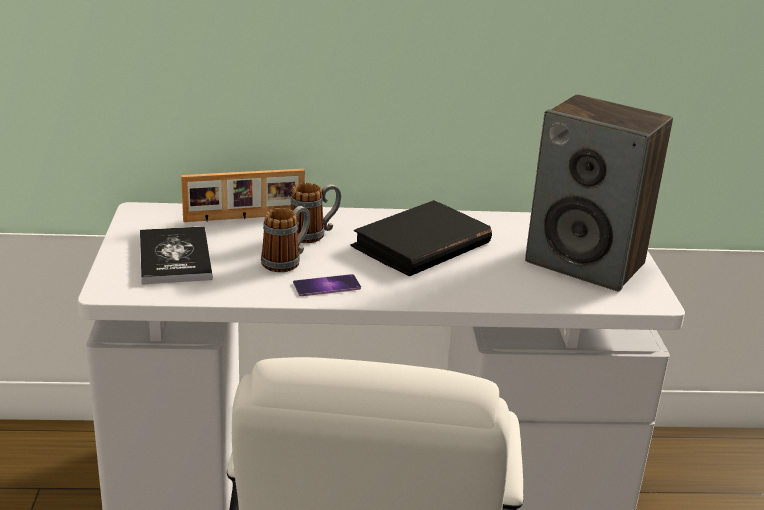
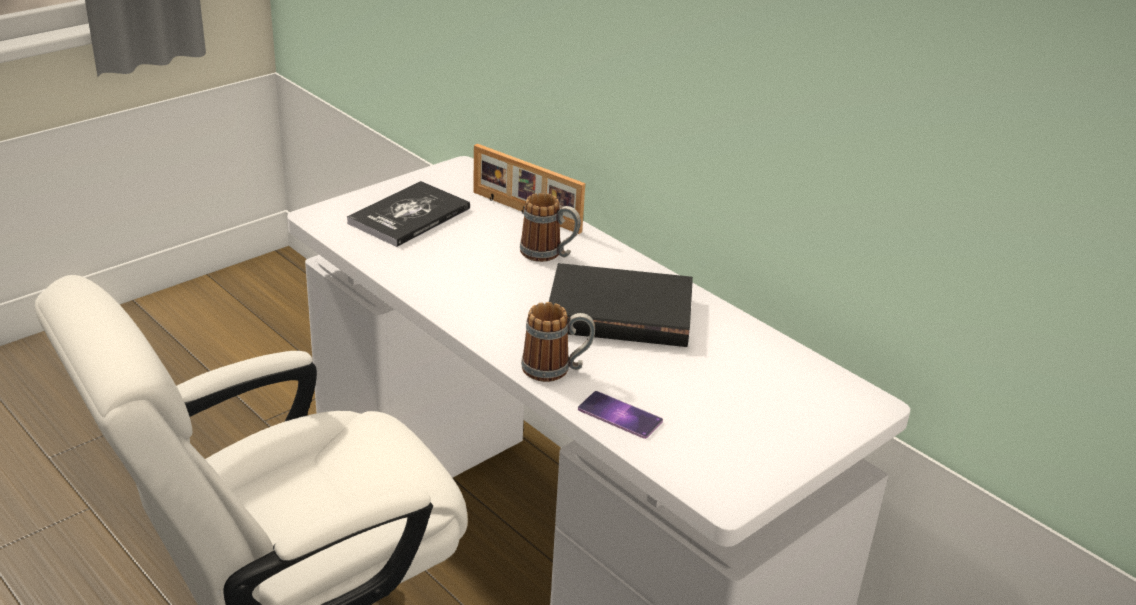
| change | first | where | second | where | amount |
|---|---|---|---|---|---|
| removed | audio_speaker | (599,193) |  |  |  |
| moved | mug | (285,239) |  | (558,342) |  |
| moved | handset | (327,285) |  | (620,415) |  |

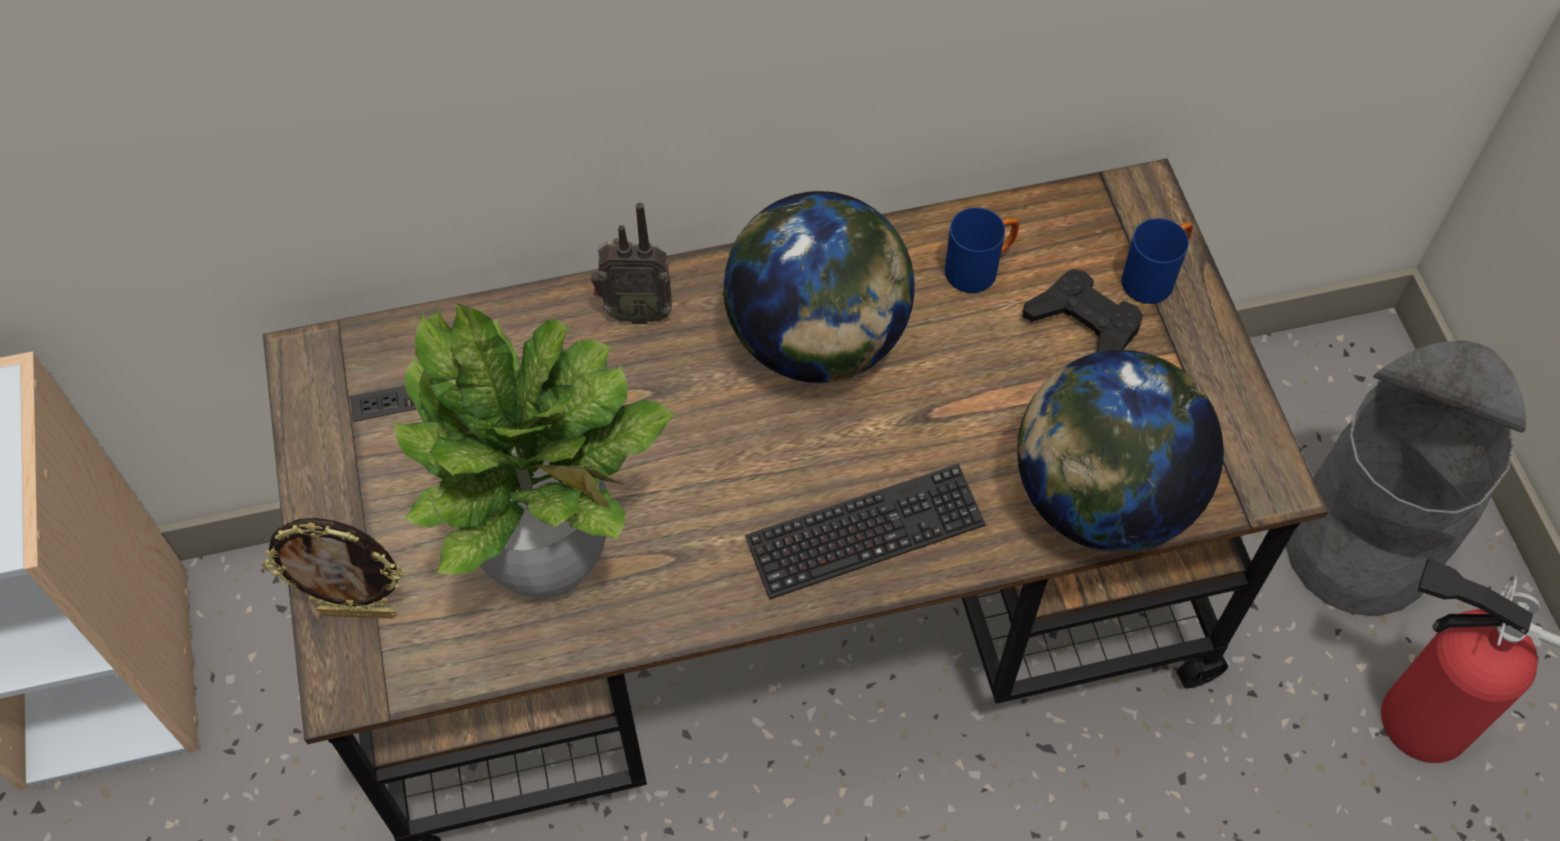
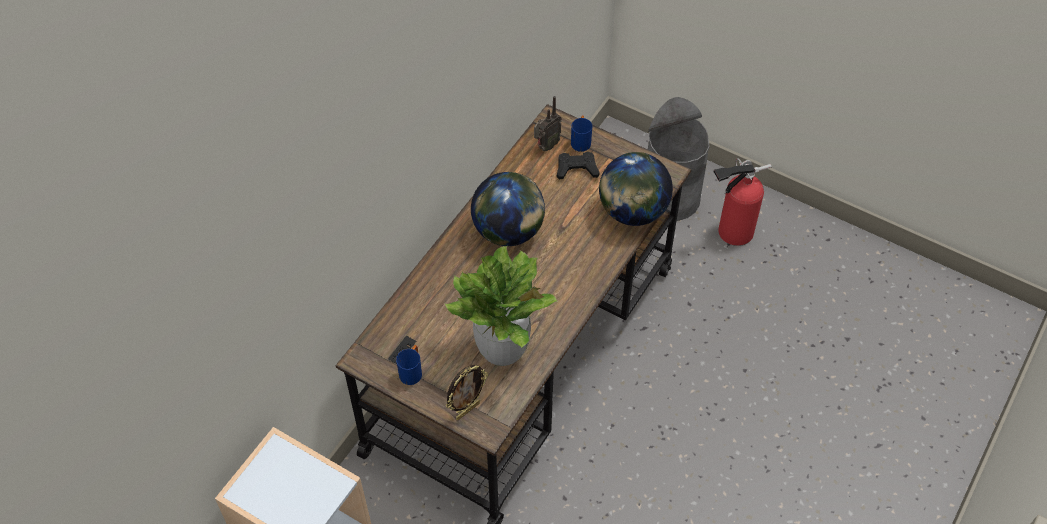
| change | first | where | second | where | amount |
|---|---|---|---|---|---|
| removed | computer_keyboard | (865,531) |  |  |  |
| moved | radio_receiver | (632,263) |  | (548,123) |  |
| moved | blue-coloured_mug | (982,250) |  | (409,365) |  |

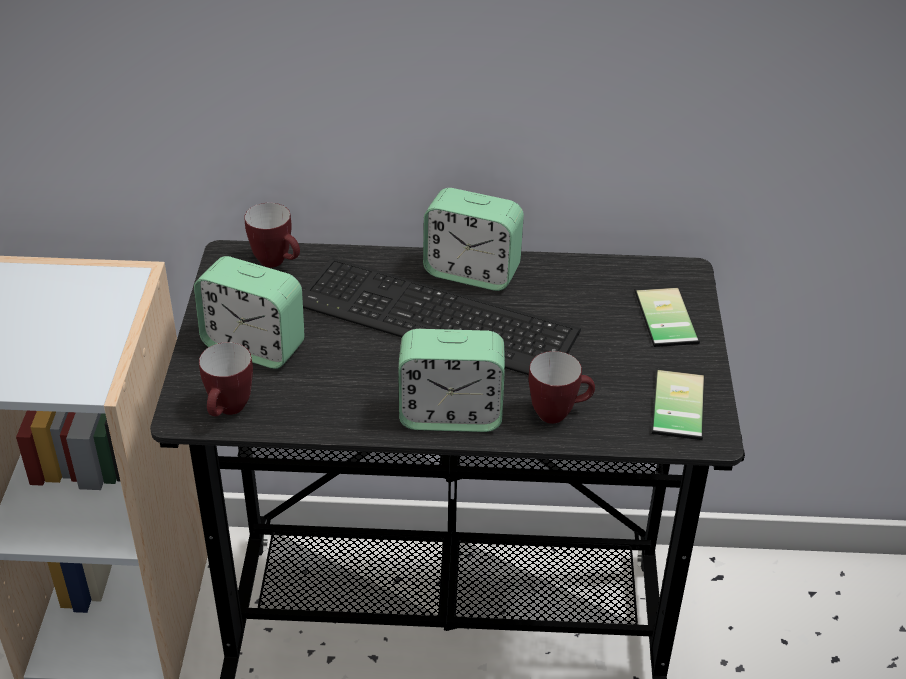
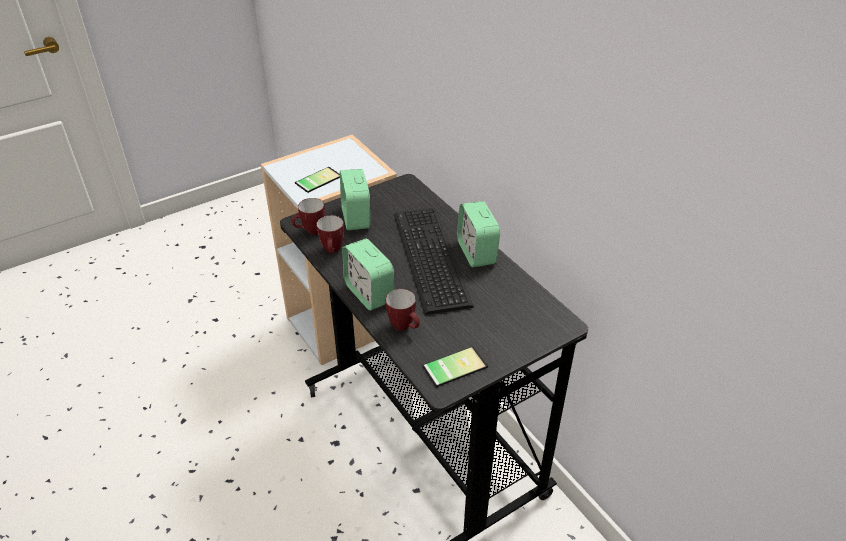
| change | first | where | second | where | amount |
|---|---|---|---|---|---|
| moved | mug | (272,235) |  | (330,234) |  |
| moved | handset | (667,316) |  | (317,180) |  |

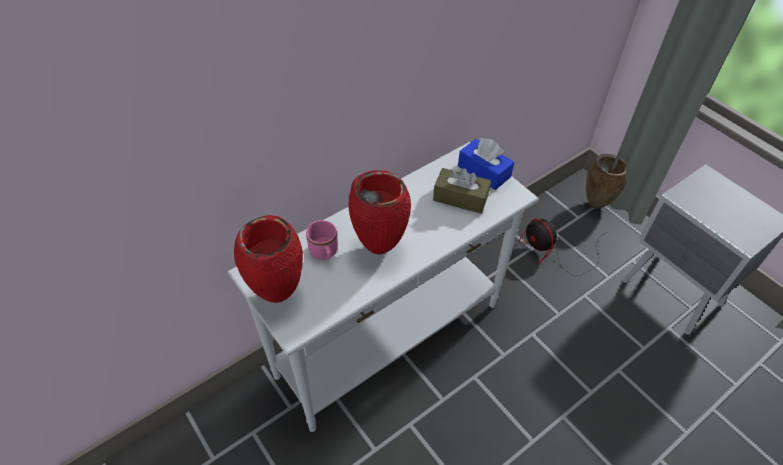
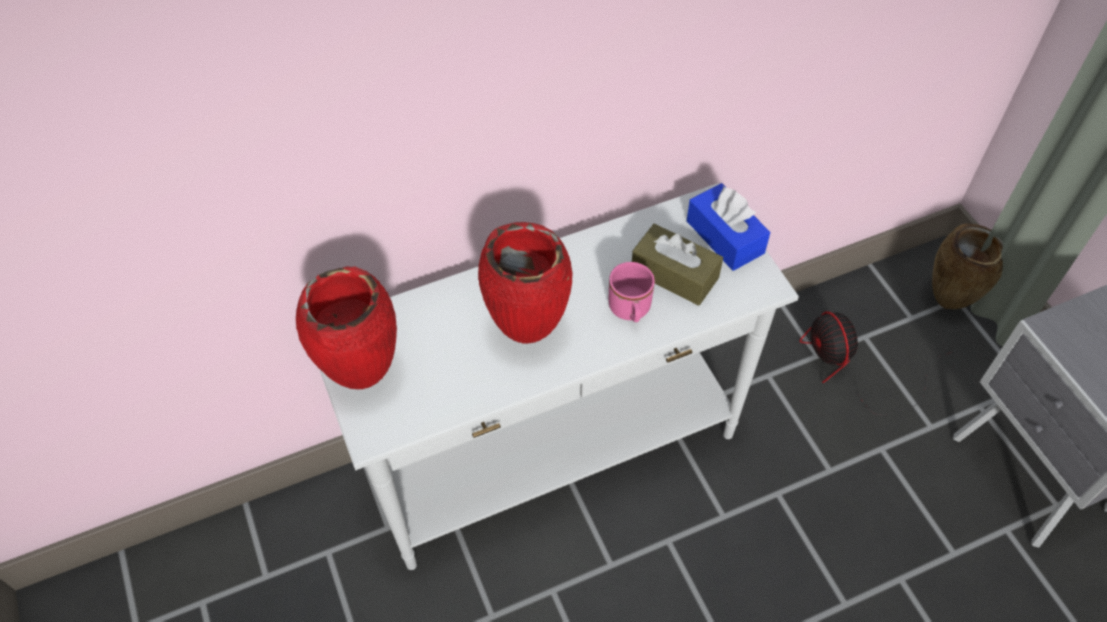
| change | first | where | second | where | amount |
|---|---|---|---|---|---|
| moved | pinkish_mug | (322,240) |  | (632,292) |  |

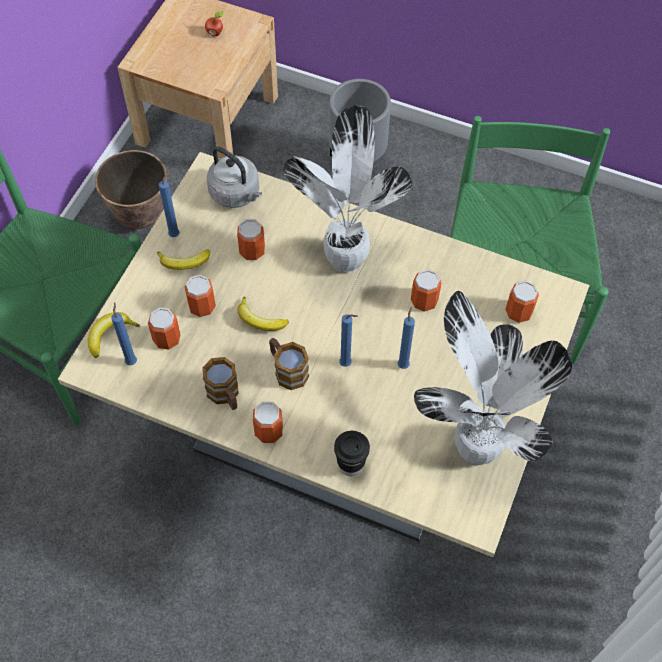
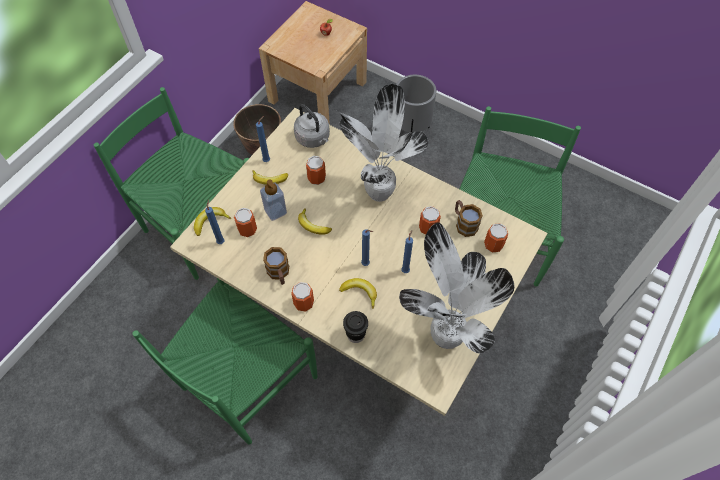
| change | first | where | second | where | amount |
|---|---|---|---|---|---|
| added |  |  | green_upright_chair | (225,361) |  |
| added |  |  | banana_fruit | (358,293) |  |
| moved | mug | (289,364) |  | (469,218) |  |
| replaced | sealed_can | (200,296) | soap_dispenser | (273,200) |  |

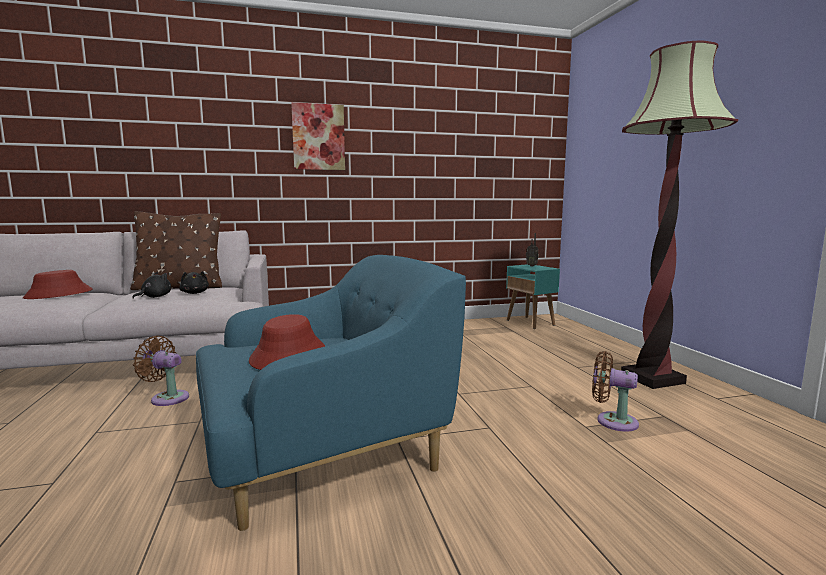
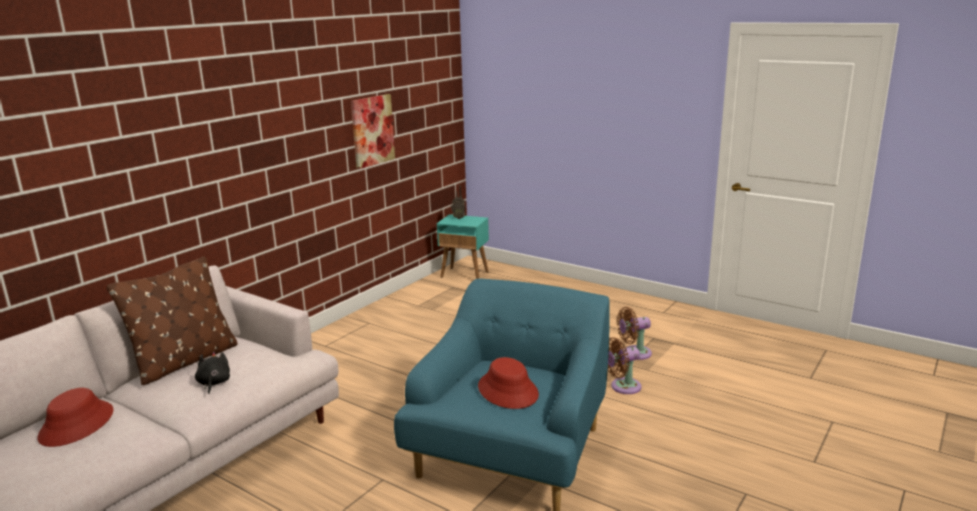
| change | first | where | second | where | amount |
|---|---|---|---|---|---|
| removed | black_soft_toy | (194,282) |  |  |  |
| removed | floor_lamp | (679,215) |  |  |  |
| moved | brownish_electric_fan | (161,371) |  | (624,365) |  |
| moved | picture | (318,136) |  | (373,131) |  |

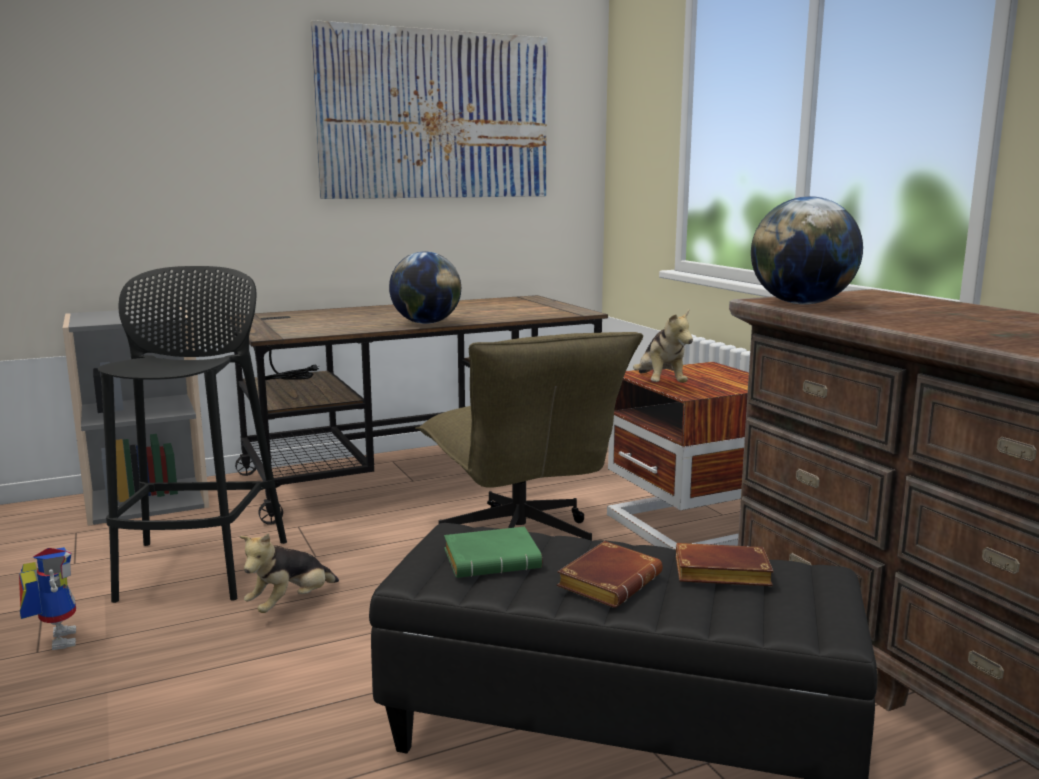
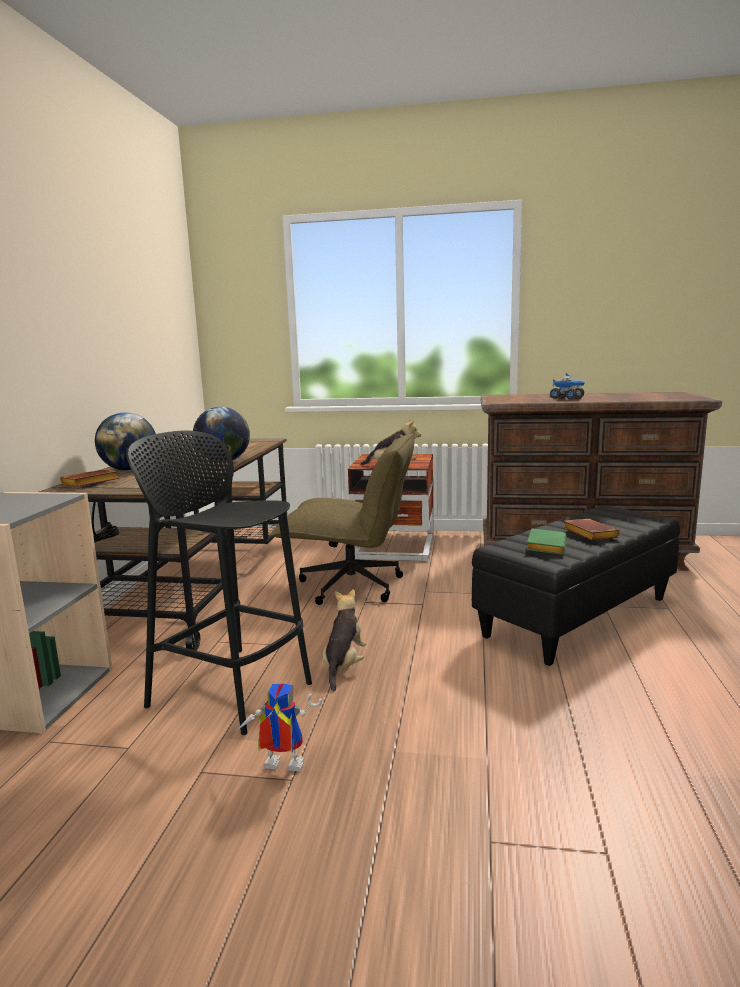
| change | first | where | second | where | amount |
|---|---|---|---|---|---|
| removed | picture | (429,109) |  |  |  |
| added |  |  | toy_truck | (567,386) |  |
| moved | brownish_book | (725,564) |  | (89,478) |  |
| moved | world_globe | (807,250) |  | (125,441) |  |
| turned | soft_toy | (289,573) |  | (344,640) | 150 degrees counterclockwise |

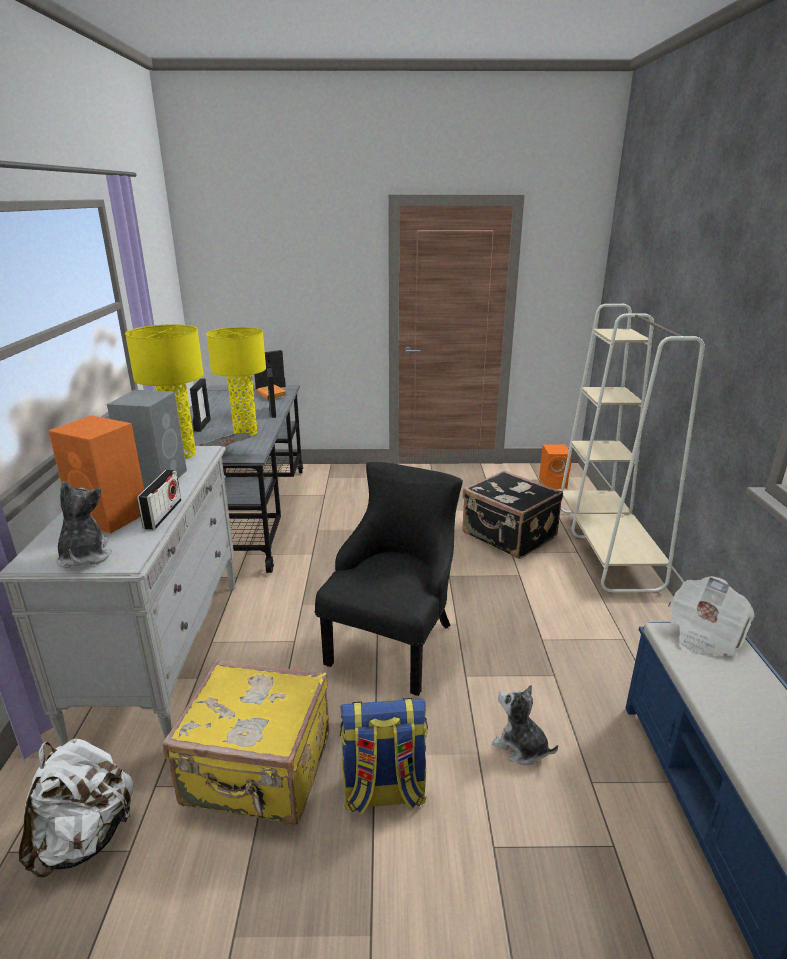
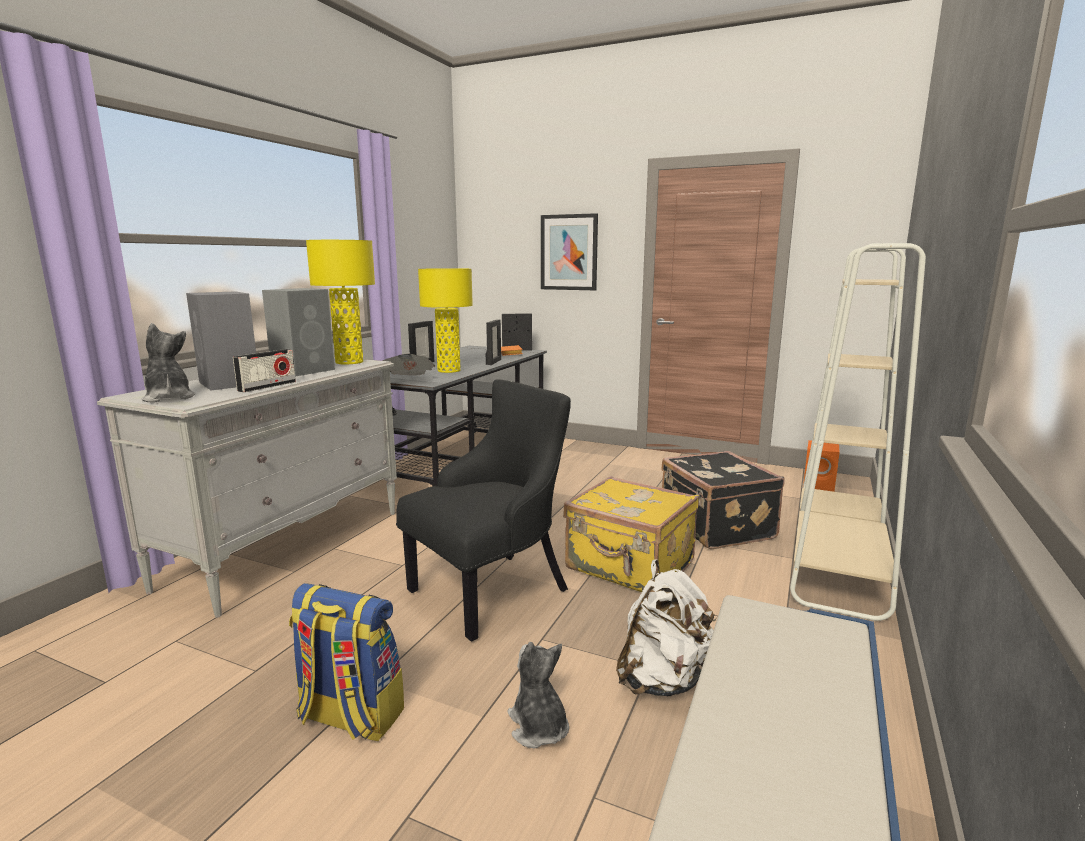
| change | first | where | second | where | amount |
|---|---|---|---|---|---|
| removed | daily_paper | (711,616) |  |  |  |
| added |  |  | picture | (569,251) |  |
| moved | whitish_knapsack | (76,808) |  | (667,627) |  |
| moved | yellow-coloured_suitcase | (246,742) |  | (631,534) |  |
| recoloured | orange_audio_speaker | (96,474) | gray_audio_speaker | (221,340) |  |
| turned | soft_toy | (84,524) |  | (168,363) | 45 degrees counterclockwise |

